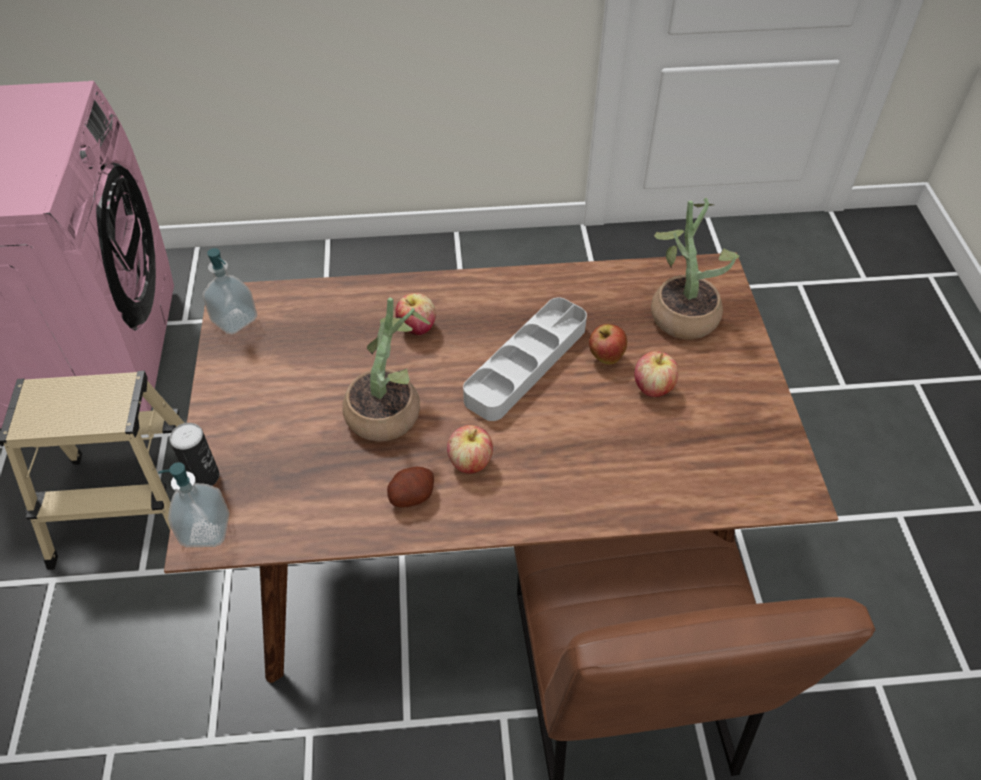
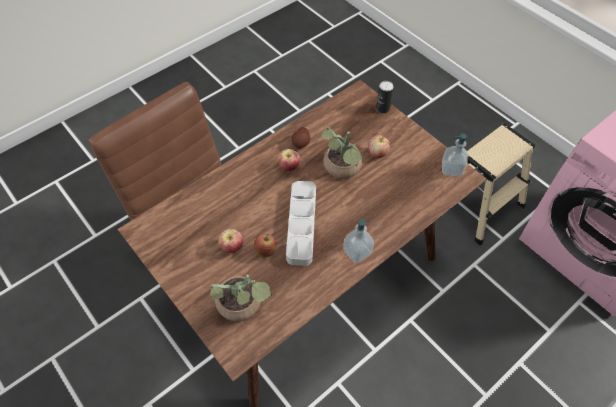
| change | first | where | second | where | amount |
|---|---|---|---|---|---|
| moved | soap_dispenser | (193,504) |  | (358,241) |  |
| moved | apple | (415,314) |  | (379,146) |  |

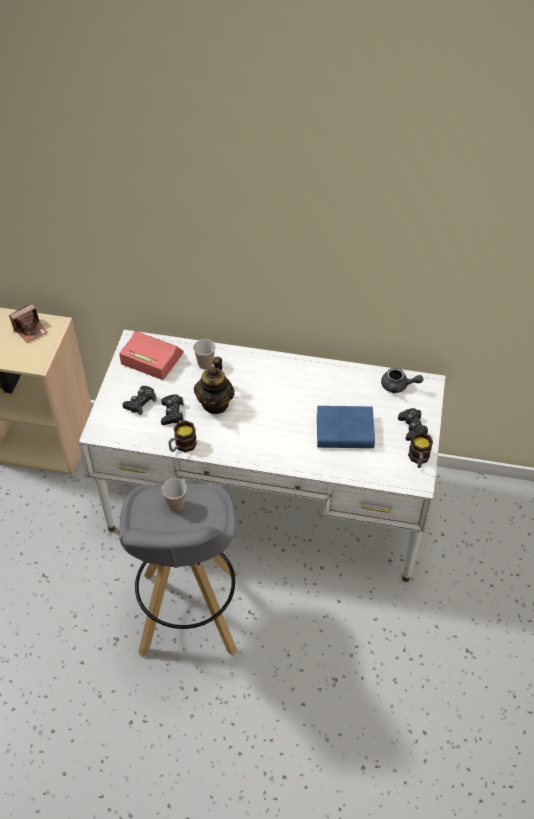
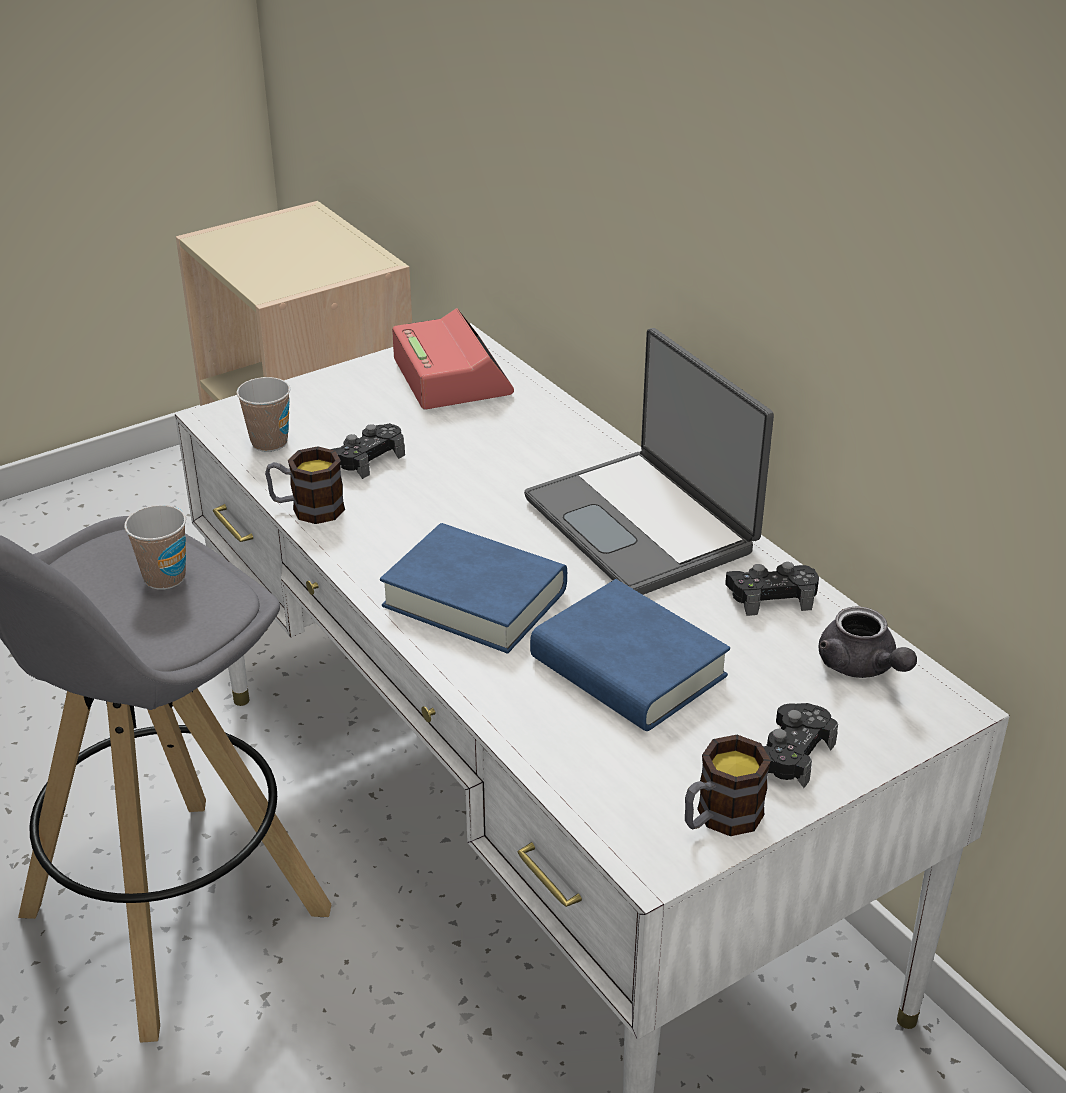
| change | first | where | second | where | amount |
|---|---|---|---|---|---|
| removed | still_camera | (28,323) |  |  |  |
| removed | tea_pot | (214,385) |  |  |  |
| added |  |  | blue-coloured_book | (473,588) |  |
| added |  |  | notebook_computer | (649,461) |  |
| moved | black_gamepad | (139,400) |  | (772,589) |  |
| moved | cup | (204,354) |  | (263,414) |  |

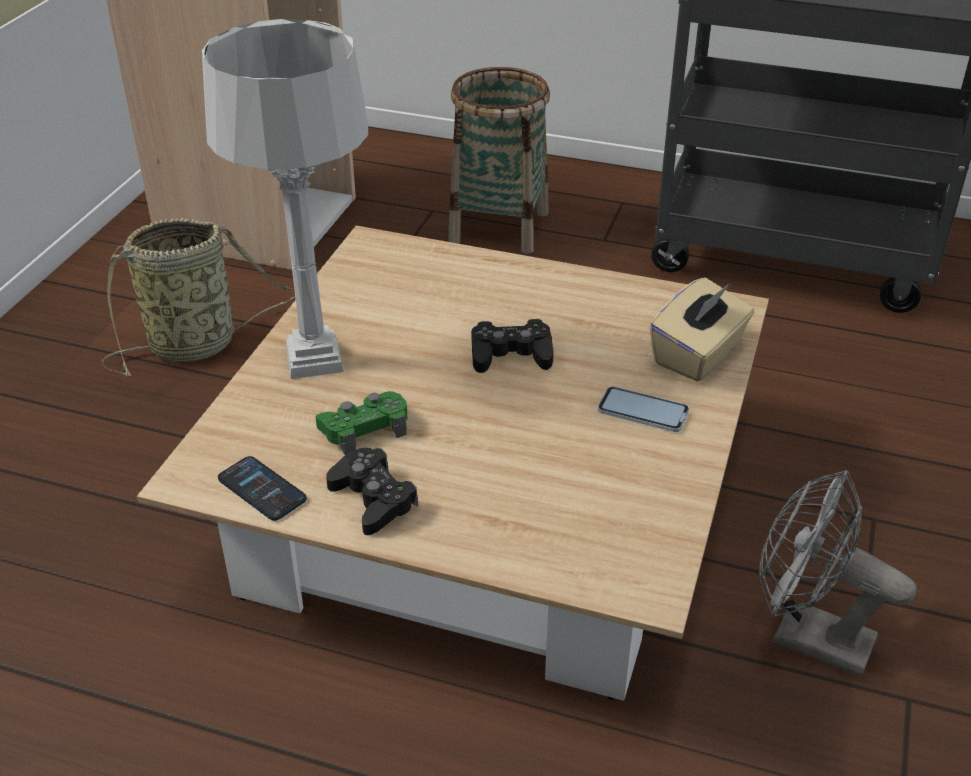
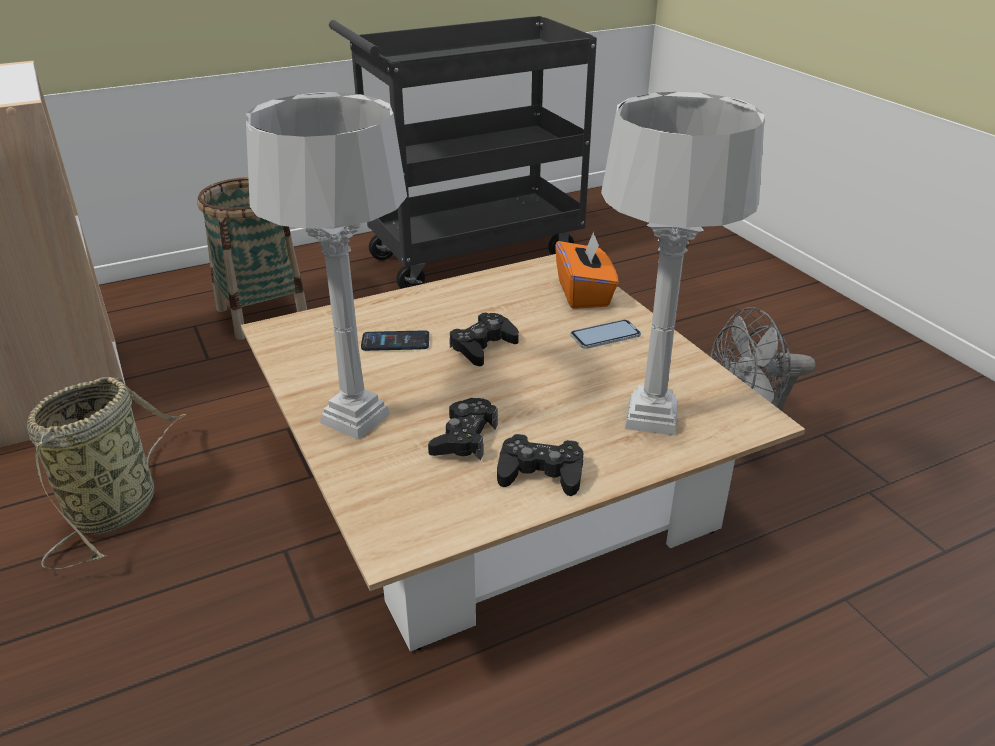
| change | first | where | second | where | amount |
|---|---|---|---|---|---|
| added |  |  | gray_lamp_for_a_table | (683,264) |  |
| moved | handset | (262,488) |  | (395,340) |  |
| recoloured | green_gamepad | (361,423) | black_gamepad | (463,429) |  |
| recoloured | beige_tissue_holder | (702,329) | orange_tissue_holder | (587,270) |  |

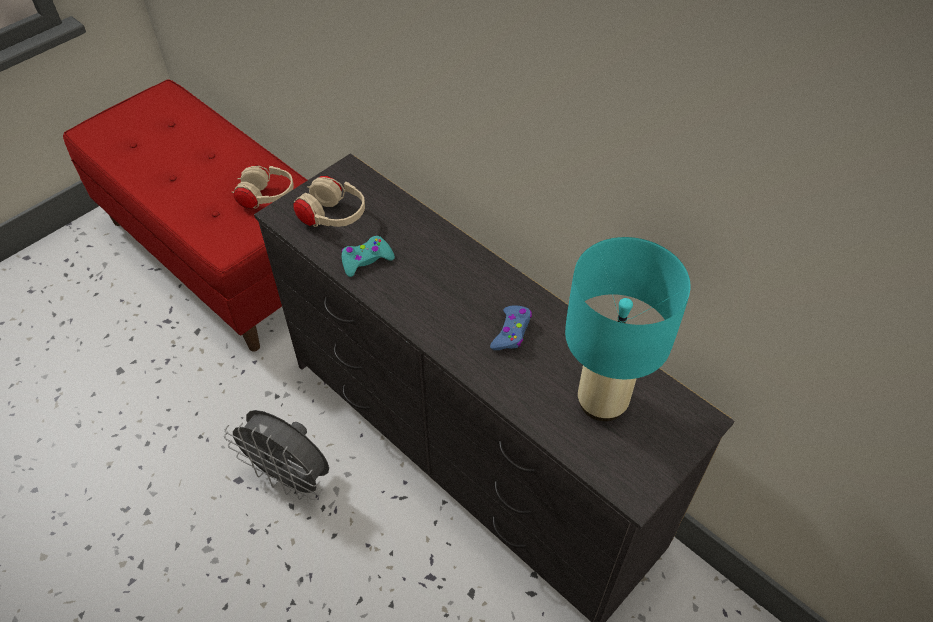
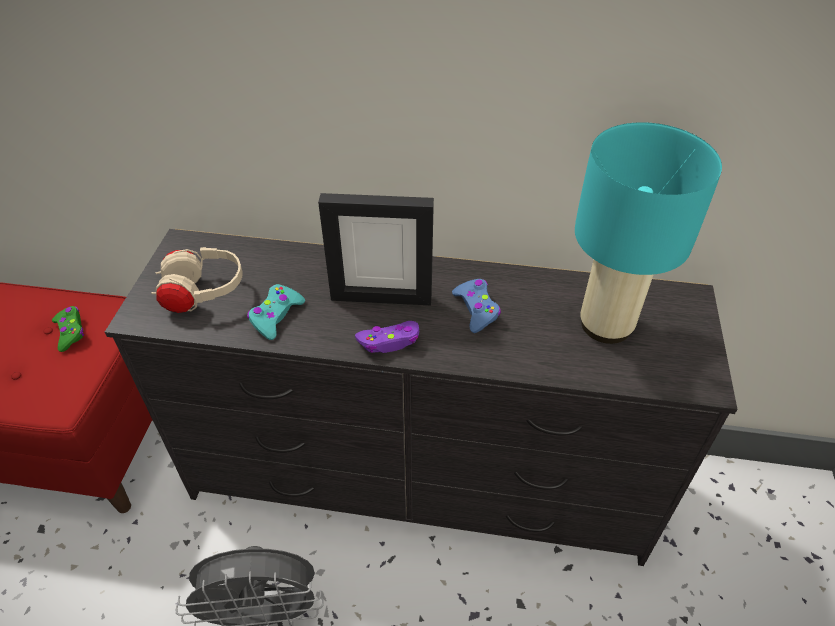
| change | first | where | second | where | amount |
|---|---|---|---|---|---|
| added |  |  | picture_frame | (376,249) |  |
| added |  |  | purple-coloured_gamepad | (387,337) |  |
| replaced | beige_pair_of_headphones | (262,187) | green_gamepad | (68,329) |  |

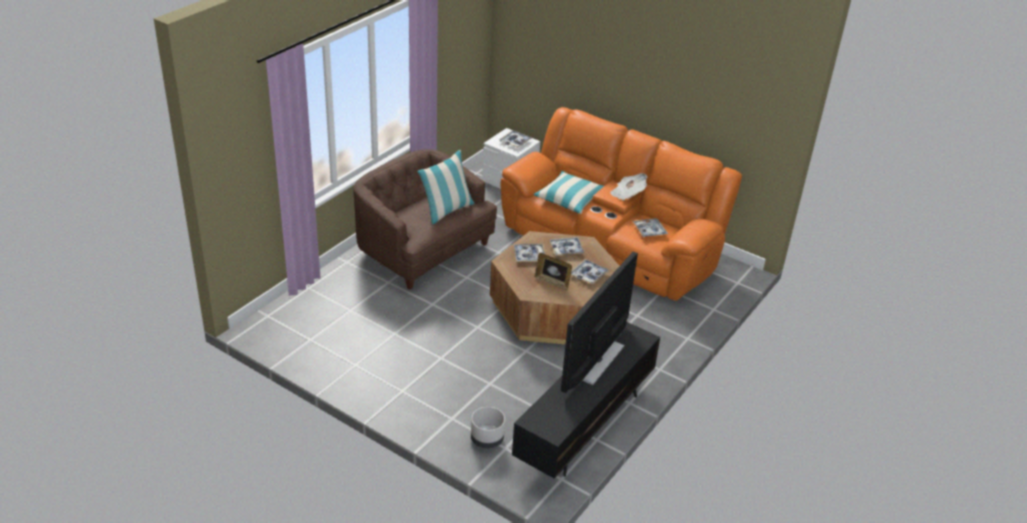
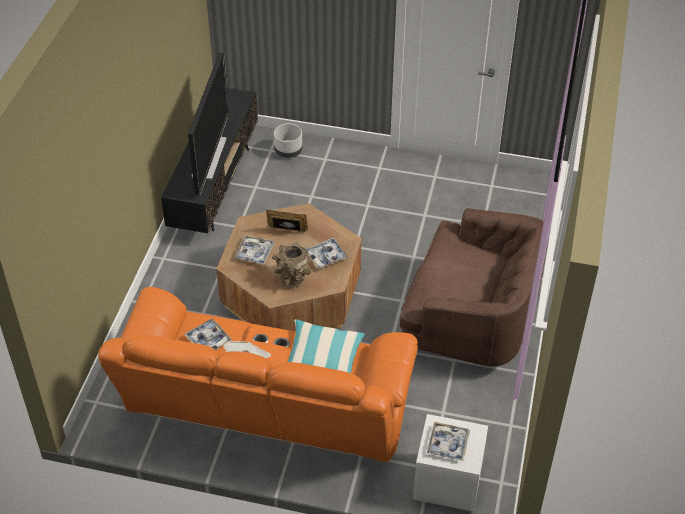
| change | first | where | second | where | amount |
|---|---|---|---|---|---|
| removed | cushion | (445,187) |  |  |  |
| replaced | tray | (567,246) | brownish_flower_vase | (291,265) |  |

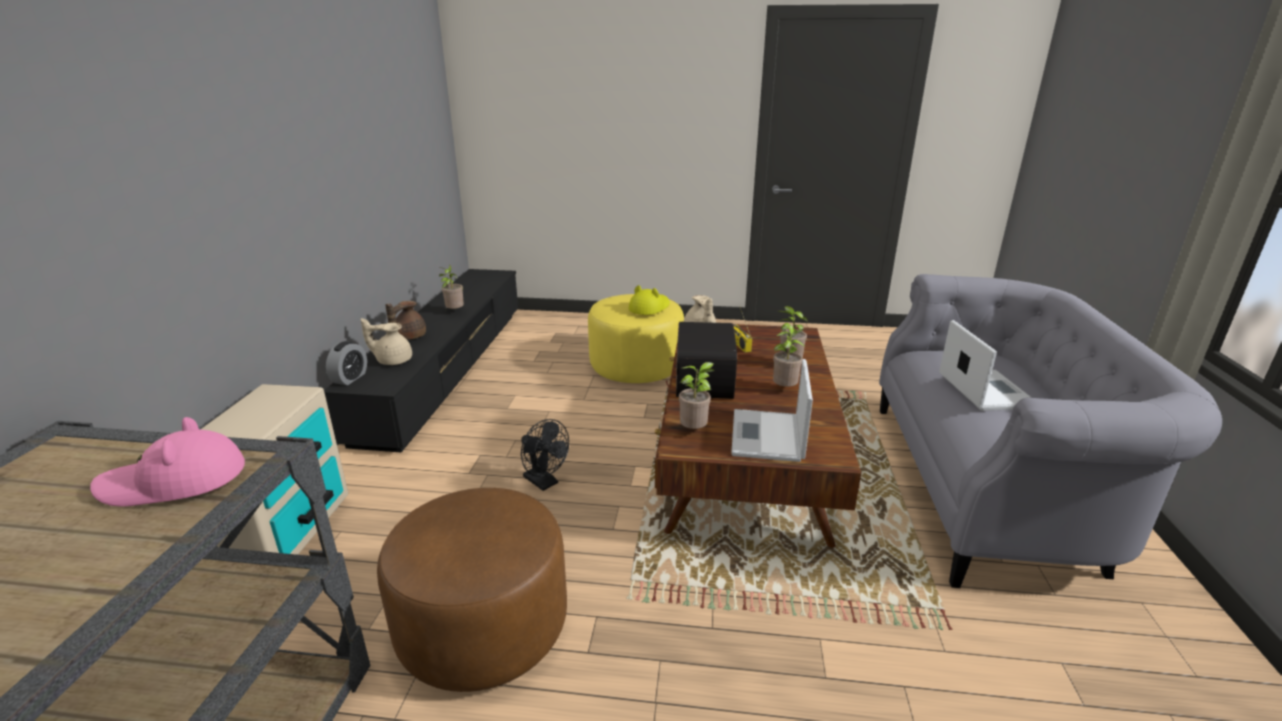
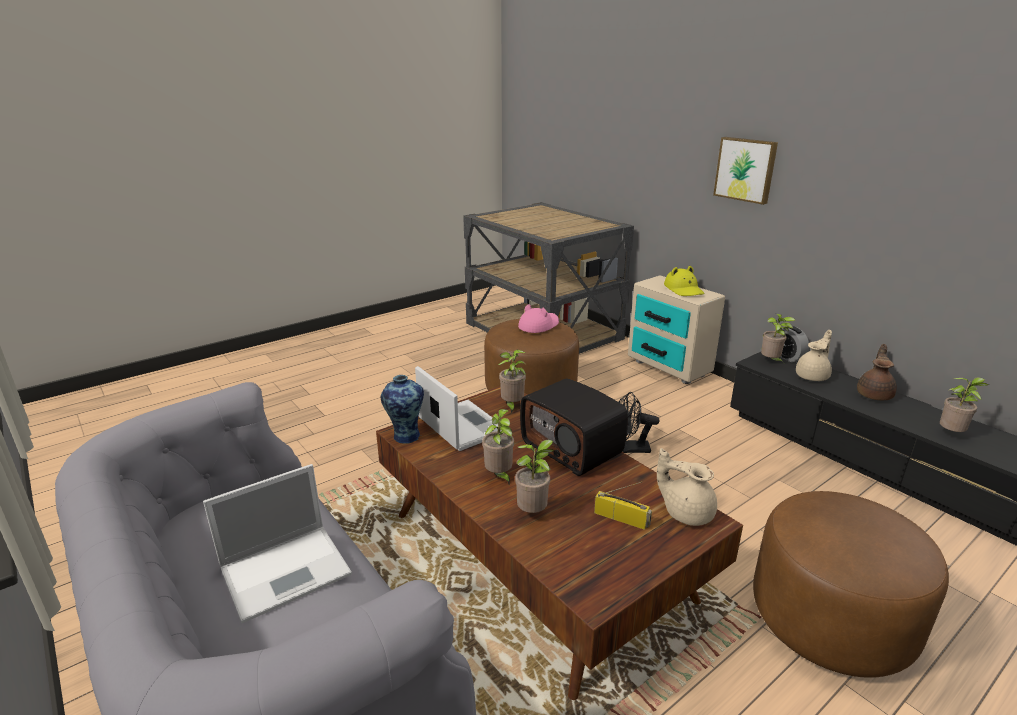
| change | first | where | second | where | amount |
|---|---|---|---|---|---|
| added |  |  | flower_vase | (402,409) |  |
| added |  |  | picture | (745,171) |  |
| added |  |  | houseplant | (778,339) |  |
| moved | pinkish_hat | (167,462) |  | (538,318) |  |
| moved | yellow-coloured_hat | (649,300) |  | (684,281) |  |
| recoloured | yellow-coloured_ottoman | (636,338) | brownish_ottoman | (851,584) |  |
| turned | brownish_tea_pot | (405,320) |  | (877,372) | 45 degrees clockwise |
| turned | notebook_computer | (985,365) |  | (277,543) | 75 degrees counterclockwise |

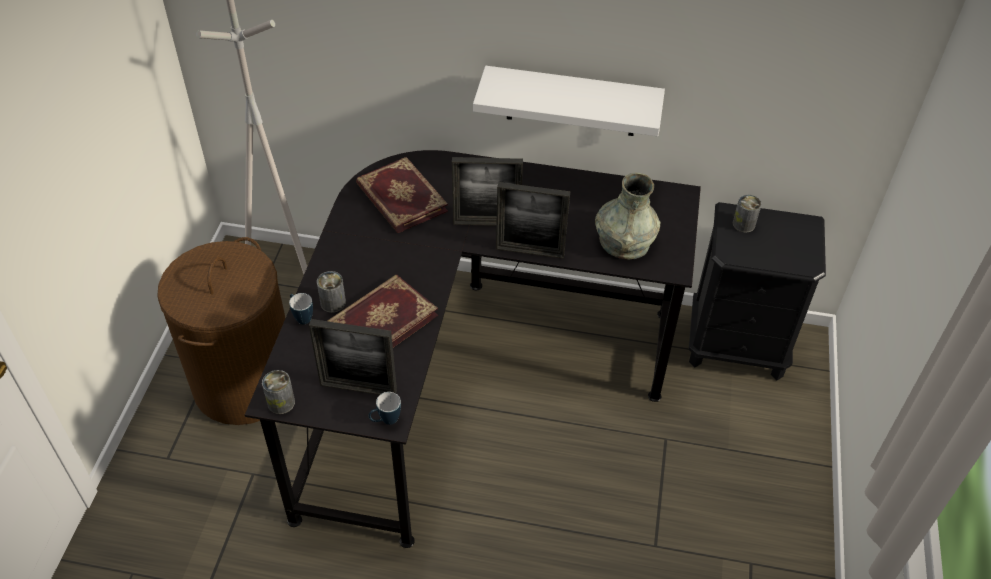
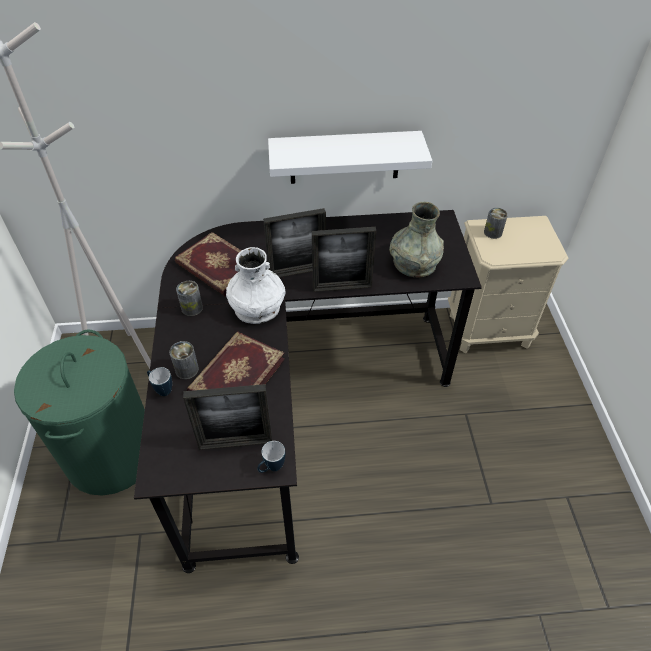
| change | first | where | second | where | amount |
|---|---|---|---|---|---|
| added |  |  | whitish_flower_vase | (256,285) |  |
| moved | sealed_can | (278,392) |  | (189,298) |  |
| recoloured | brownish_laundry_basket | (221,331) | green_laundry_basket | (79,412) |  |
| recoloured | black_bedside_table | (757,291) | beige_bedside_table | (508,284) |  |

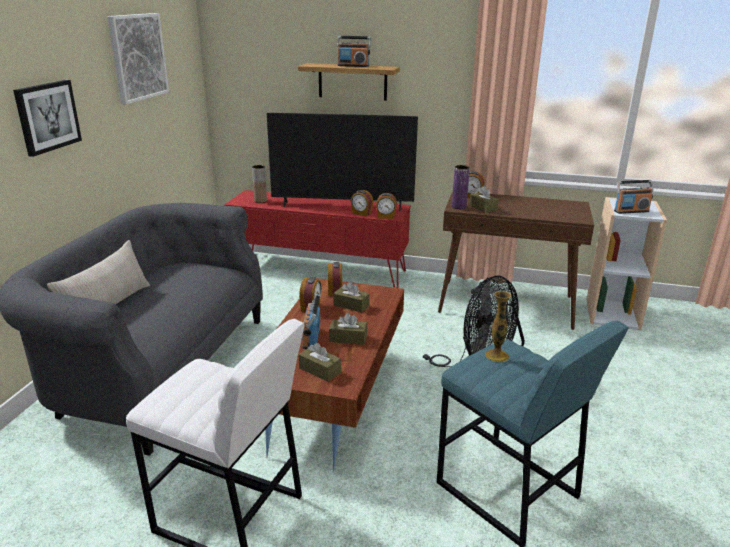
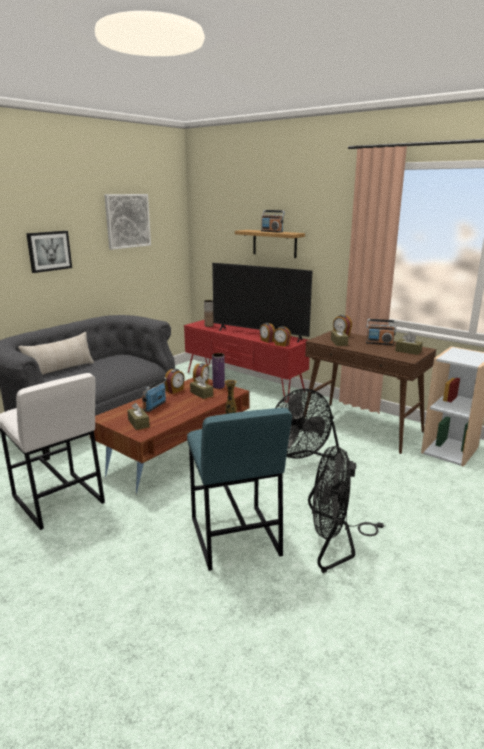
| change | first | where | second | where | amount |
|---|---|---|---|---|---|
| added |  |  | black_electric_fan | (346,509) |  |
| moved | brownish_tissue_holder | (348,329) |  | (409,344) |  |
| moved | purple-coloured_flower_vase | (461,187) |  | (218,371) |  |
| moved | radio_receiver | (633,197) |  | (381,332) |  |

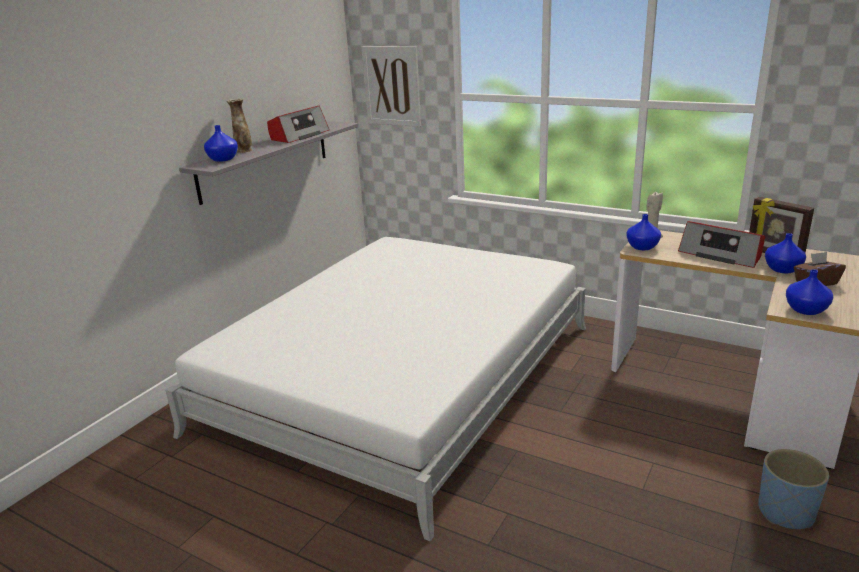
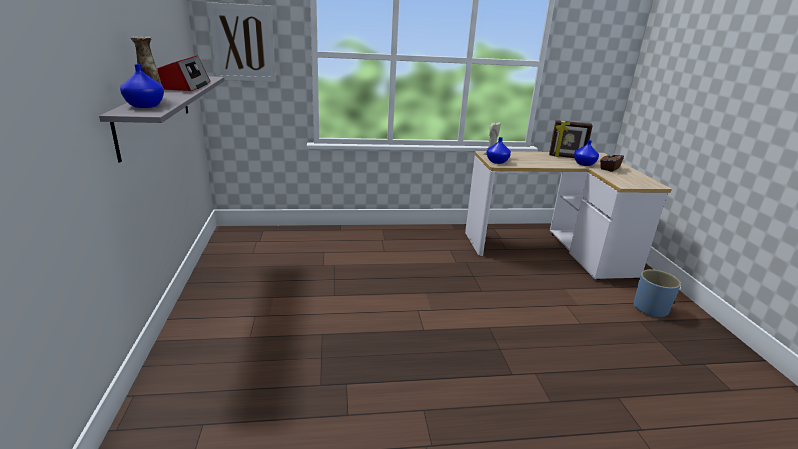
| change | first | where | second | where | amount |
|---|---|---|---|---|---|
| removed | whitish_bed | (375,389) |  |  |  |
| removed | radio_receiver | (721,244) |  |  |  |
| removed | blue-coloured_flower_vase | (809,292) |  |  |  |

